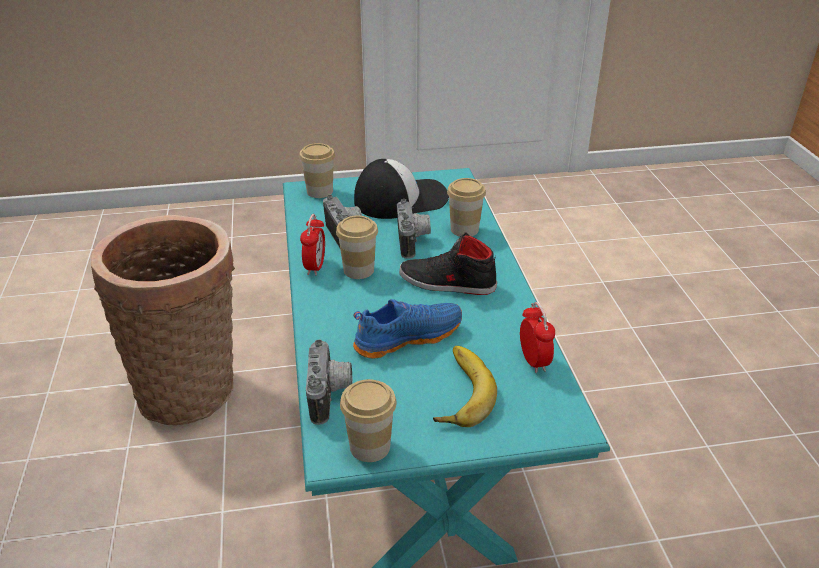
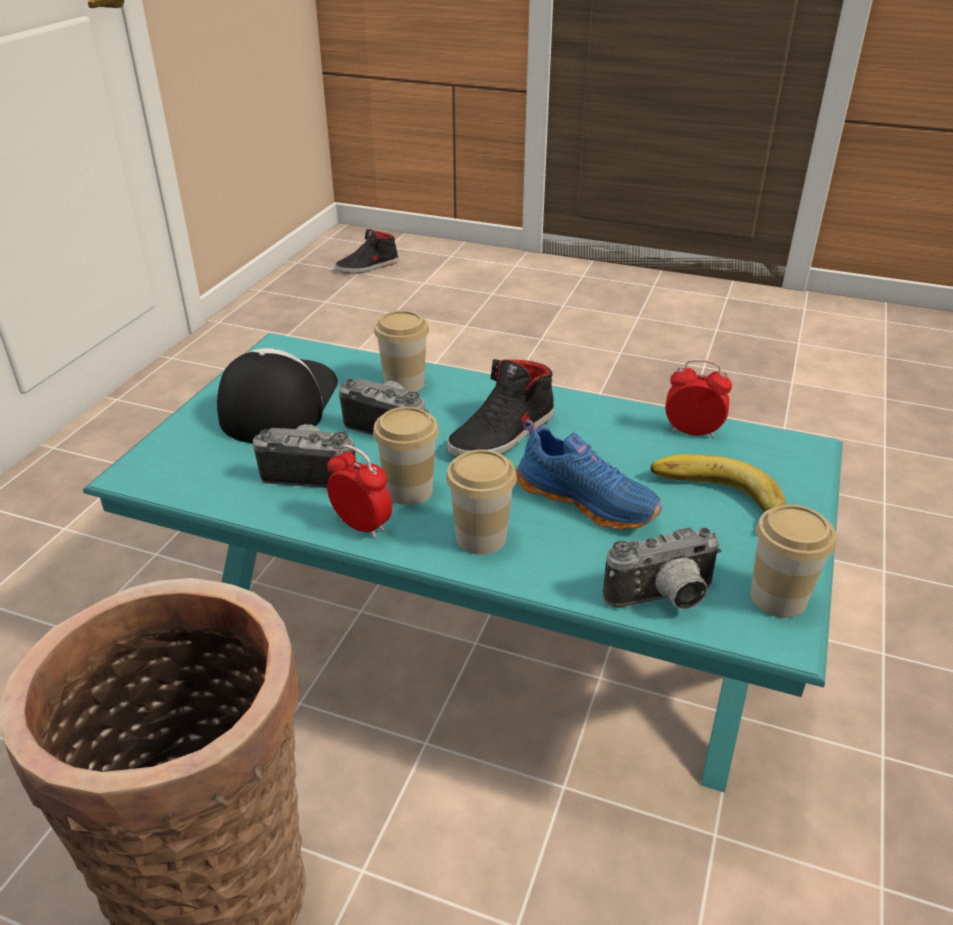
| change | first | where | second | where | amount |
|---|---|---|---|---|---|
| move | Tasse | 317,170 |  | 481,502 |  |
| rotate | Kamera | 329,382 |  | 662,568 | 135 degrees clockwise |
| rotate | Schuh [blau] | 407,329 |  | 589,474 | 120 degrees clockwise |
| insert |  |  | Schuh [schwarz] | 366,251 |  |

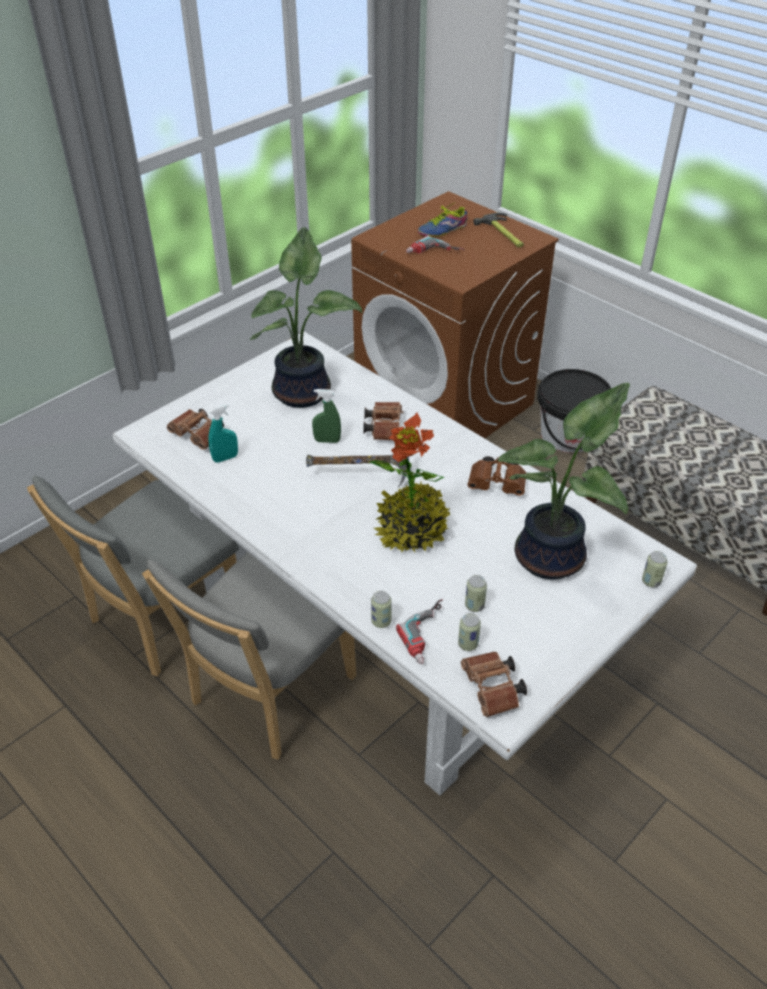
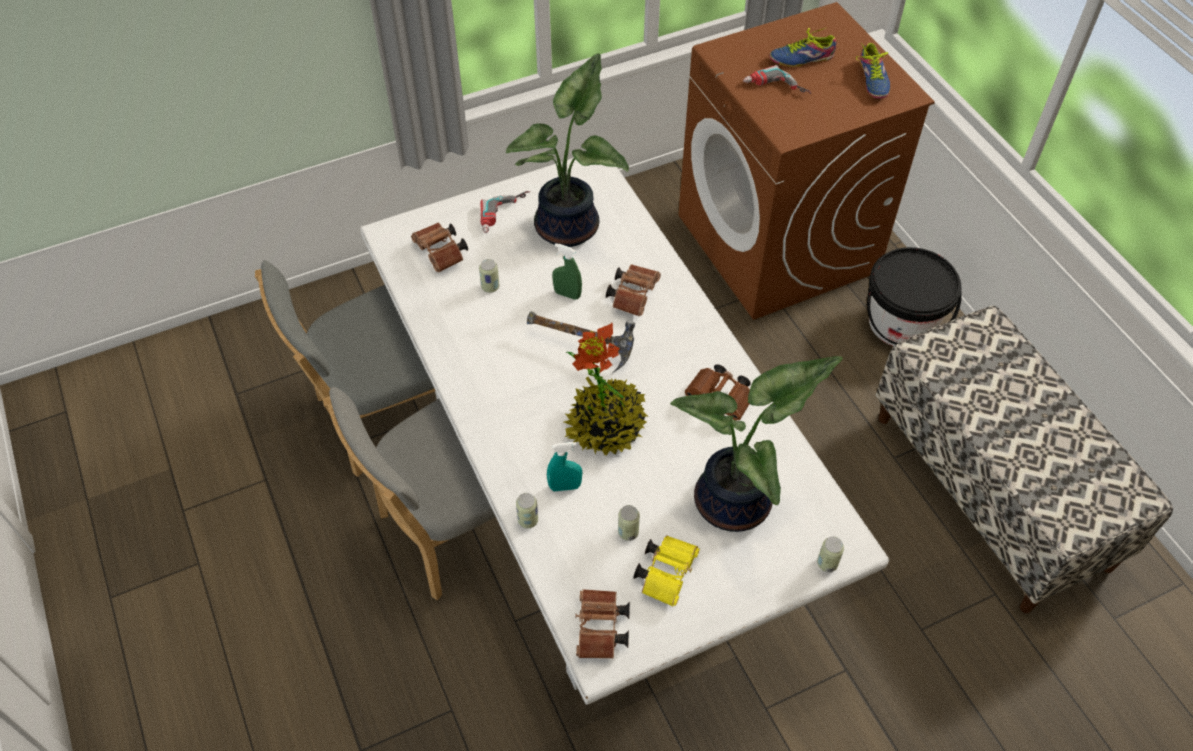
| change | first | where | second | where | amount |
|---|---|---|---|---|---|
| move | Sprühflasche [türkis] | 223,433 |  | 564,466 |  |
| move | Bohrmaschine | 419,631 |  | 505,212 |  |
| move | Dose | 469,632 |  | 489,276 |  |
| replace | Hammer | 498,230 | Schuh | 873,71 |  |
| insert |  |  | Fernglas [gelb] | 666,571 |  |

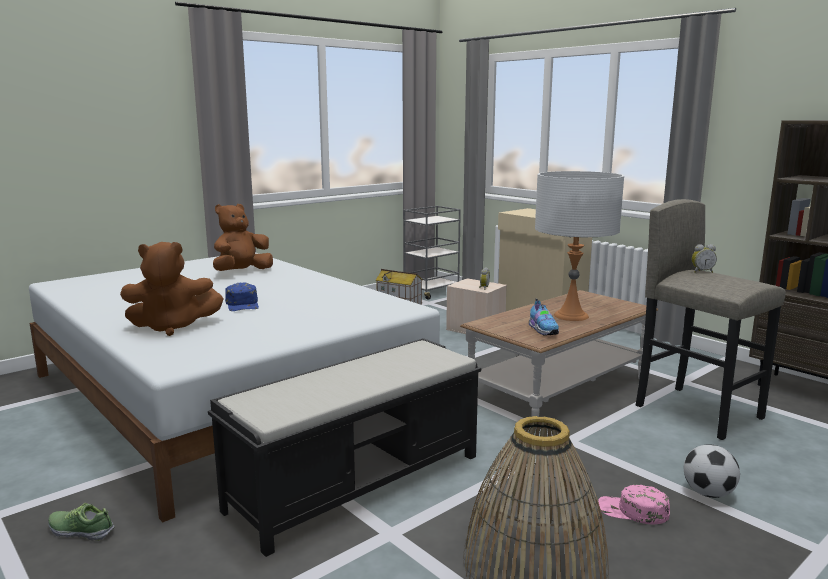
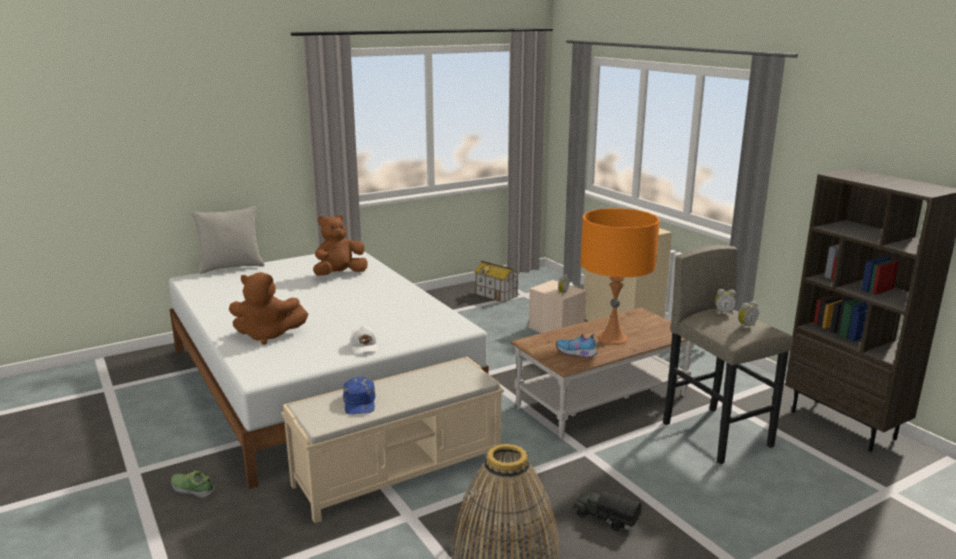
| change | first | where | second | where | amount |
|---|---|---|---|---|---|
| recolor | Bank [schwarz] | 344,447 | Bank [beige] | 392,440 |  |
| move | Kappe [blau] | 242,296 |  | 359,396 |  |
| delete | Rollwagen [grau] | 432,253 |  |  |  |
| rotate | Schuh | 544,317 |  | 577,346 | 120 degrees clockwise |
| recolor | Tischlampe [weiß] | 579,246 | Tischlampe [orange] | 620,276 |  |
| replace | Kappe [rosa] | 634,504 | Spielzeuglaster | 607,511 |  |
| delete | Fußball | 712,471 |  |  |  |
| insert |  |  | Kissen [grau] | 228,240 |  |
| insert |  |  | Kappe [weiß] | 364,340 |  |
| insert |  |  | Wecker | 748,315 |  |

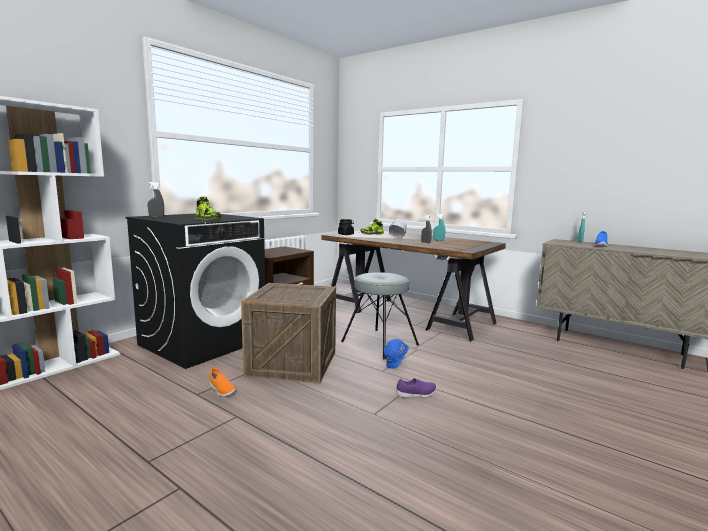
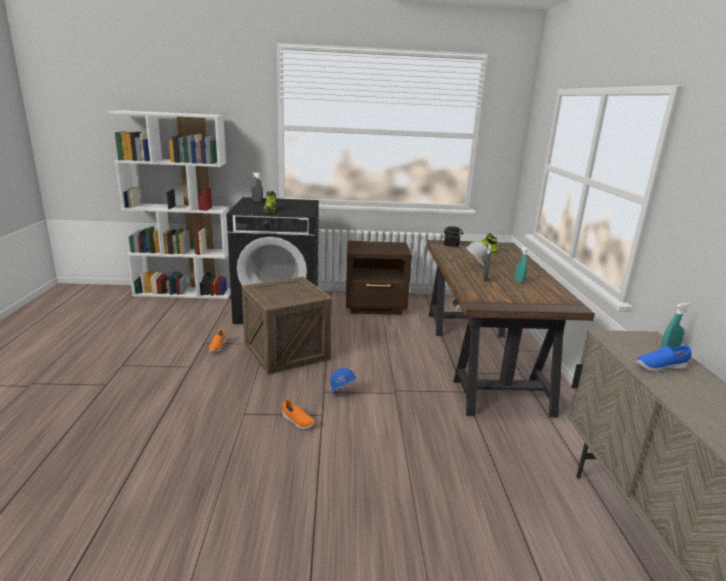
| change | first | where | second | where | amount |
|---|---|---|---|---|---|
| delete | Hocker [grau] | 380,315 |  |  |  |
| recolor | Schuh [lila] | 416,388 | Schuh [orange] | 298,414 |  |

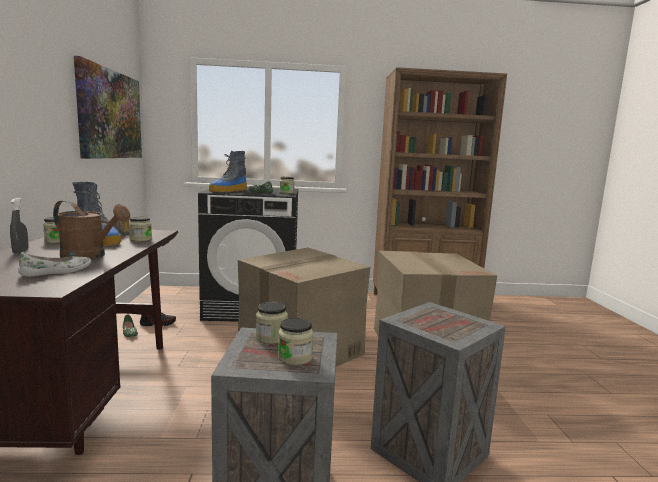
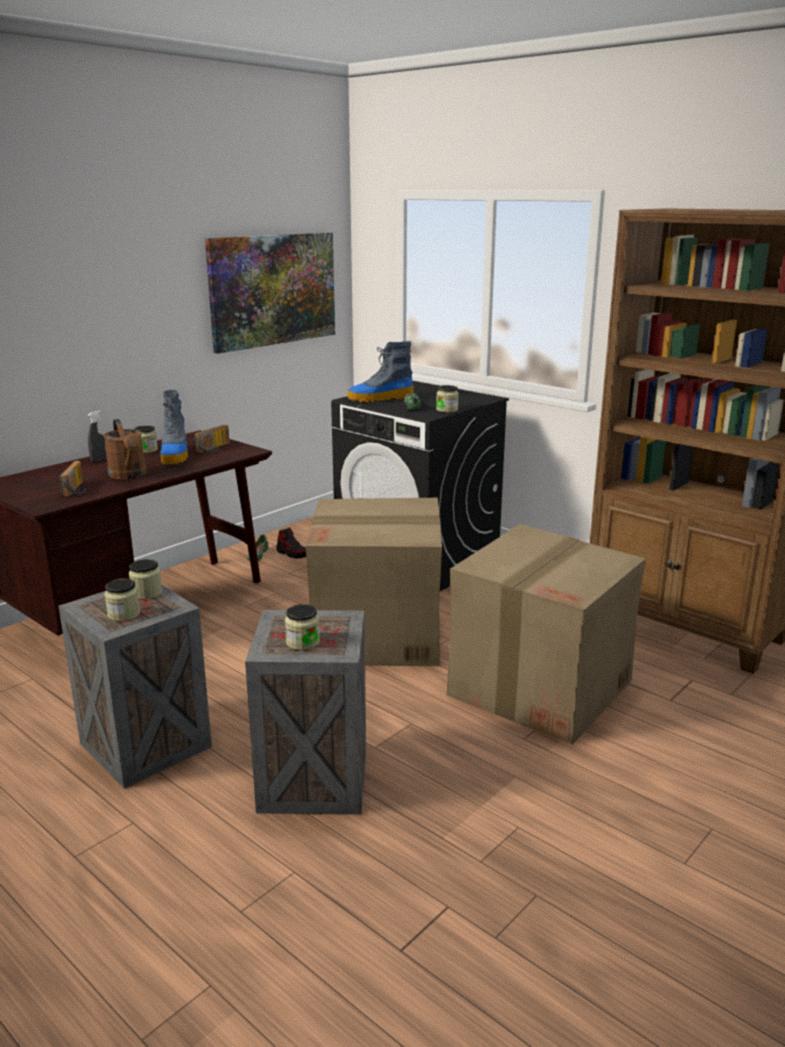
| change | first | where | second | where | amount |
|---|---|---|---|---|---|
| replace | Schuh [weiß] | 54,264 | Radio | 72,479 |  |
| move | Vorratsglas | 140,229 |  | 302,627 |  |

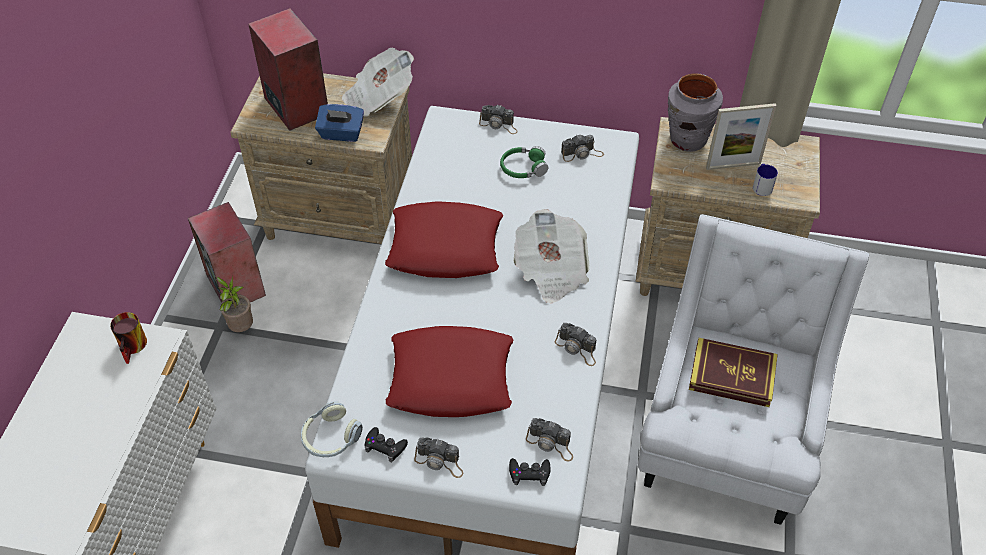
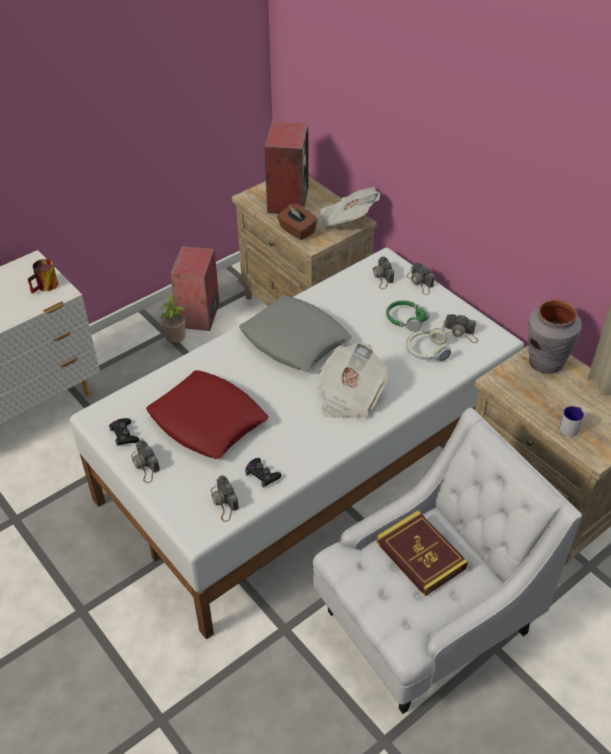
| change | first | where | second | where | amount |
|---|---|---|---|---|---|
| move | Kopfhörer | 332,429 |  | 428,344 |  |
| recolor | Taschentuchbox [blau] | 339,123 | Taschentuchbox [braun] | 297,221 |  |
| recolor | Kissen [rot] | 444,239 | Kissen [grau] | 295,333 |  |
| move | Gamepad [schwarz] | 530,472 |  | 263,473 |  |
| move | Kamera | 576,344 |  | 383,272 |  |
| delete | Bilderrahmen | 741,136 |  |  |  |

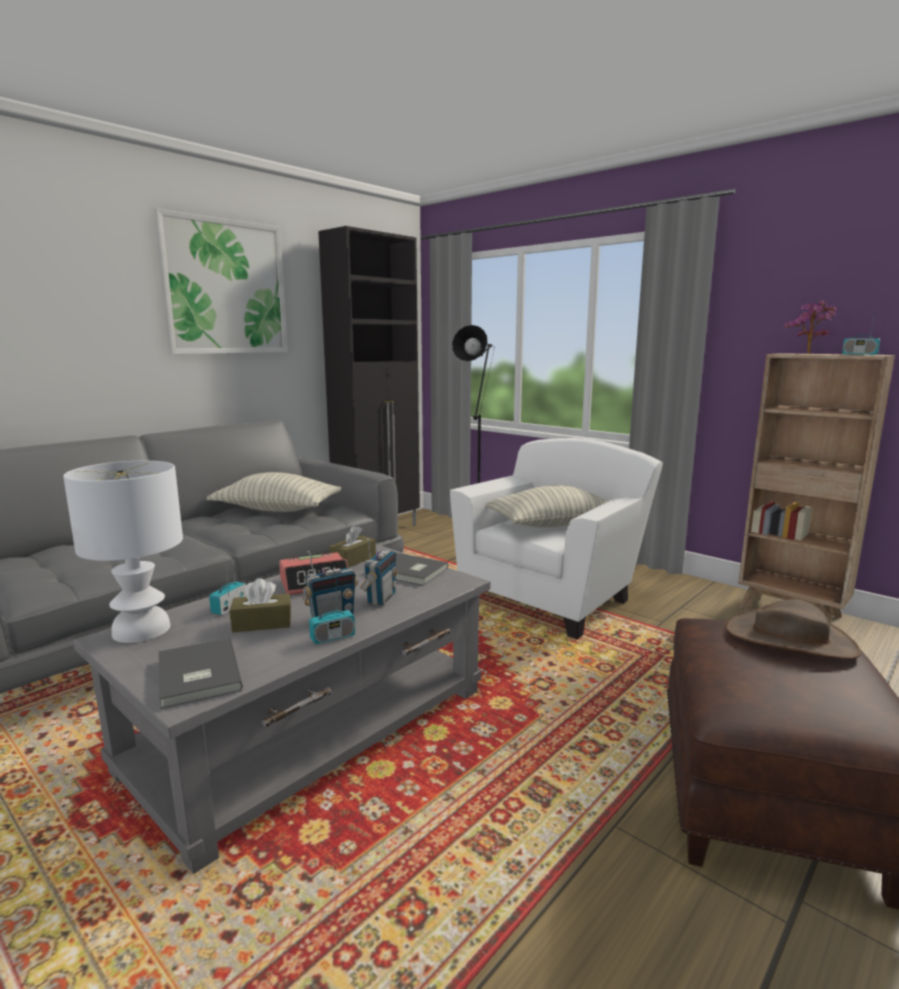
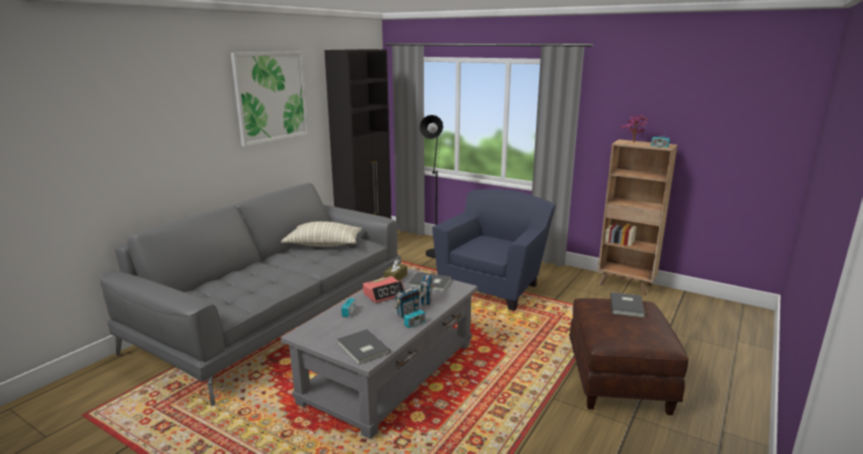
| change | first | where | second | where | amount |
|---|---|---|---|---|---|
| delete | Tischlampe [weiß] | 123,552 |  |  |  |
| delete | Taschentuchbox [braun] | 260,605 |  |  |  |
| recolor | Sessel [weiß] | 556,538 | Sessel [blau] | 494,250 |  |
| delete | Kissen | 546,506 |  |  |  |
| replace | Hut [braun] | 793,629 | Buch [grau] | 627,305 |  |

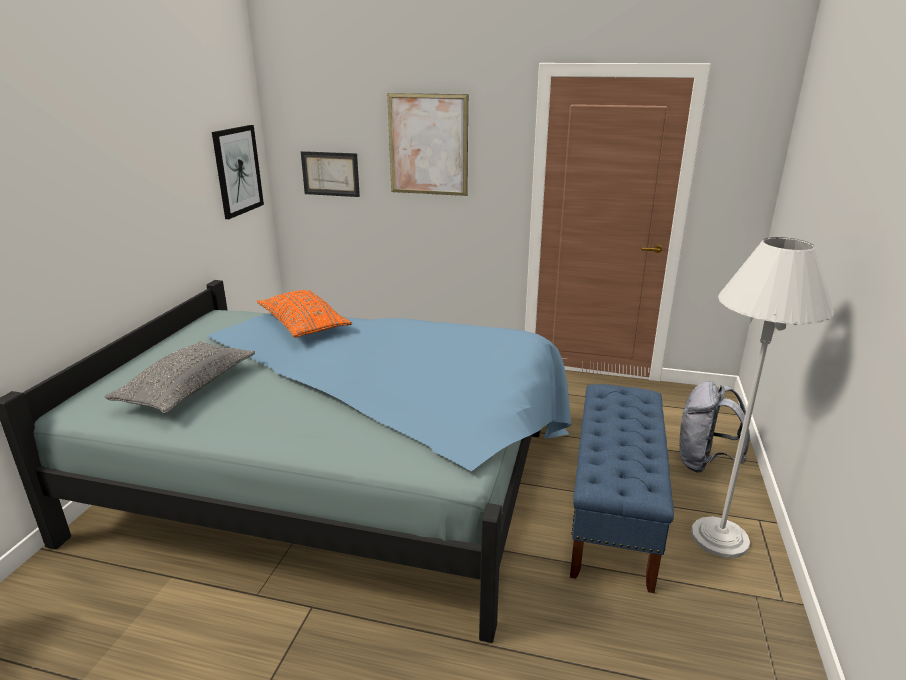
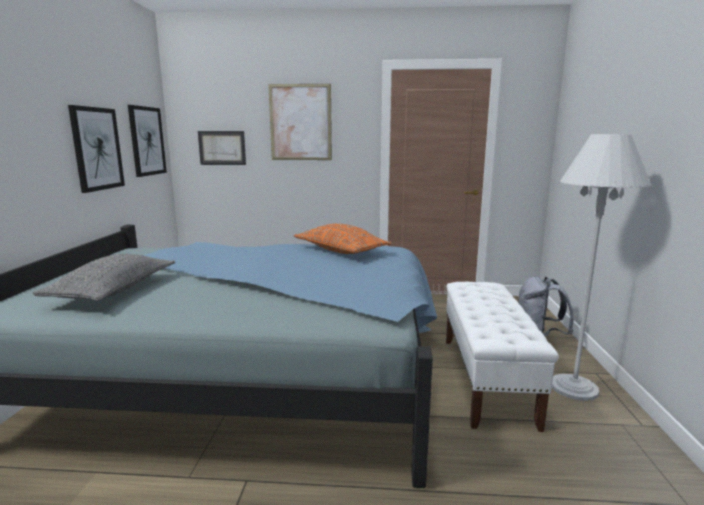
| change | first | where | second | where | amount |
|---|---|---|---|---|---|
| move | Kissen [orange] | 304,314 |  | 343,239 |  |
| recolor | Bank [blau] | 622,488 | Bank [weiß] | 502,357 |  |
| insert |  |  | Bild | 96,149 |  |

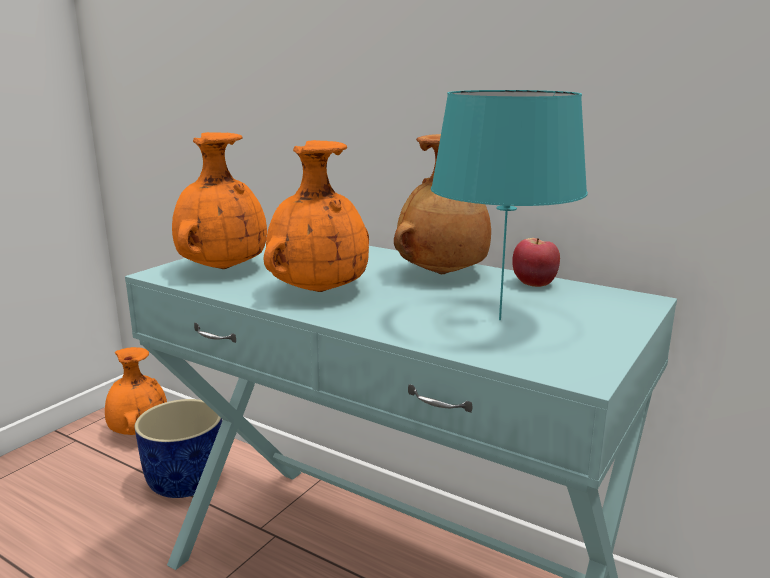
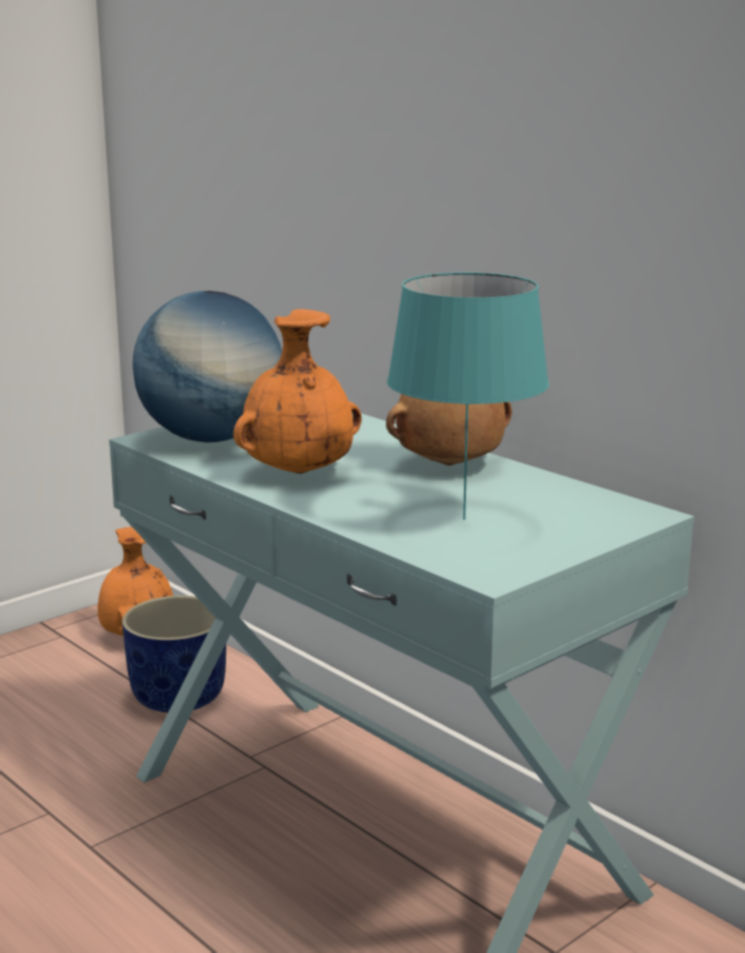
| change | first | where | second | where | amount |
|---|---|---|---|---|---|
| replace | Vase [orange] | 219,200 | Globus | 207,367 |  |
| delete | Apfel | 536,262 |  |  |  |

